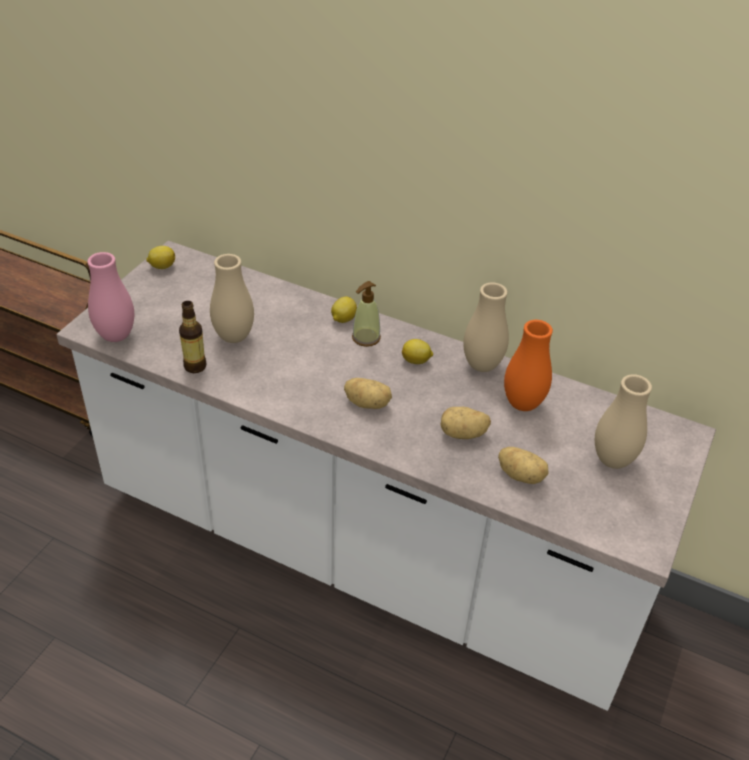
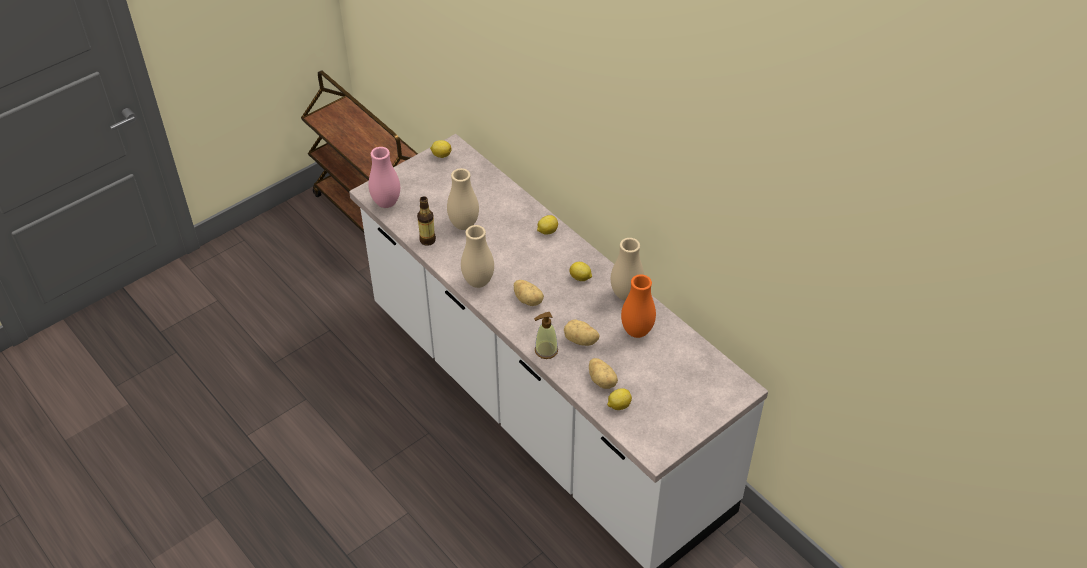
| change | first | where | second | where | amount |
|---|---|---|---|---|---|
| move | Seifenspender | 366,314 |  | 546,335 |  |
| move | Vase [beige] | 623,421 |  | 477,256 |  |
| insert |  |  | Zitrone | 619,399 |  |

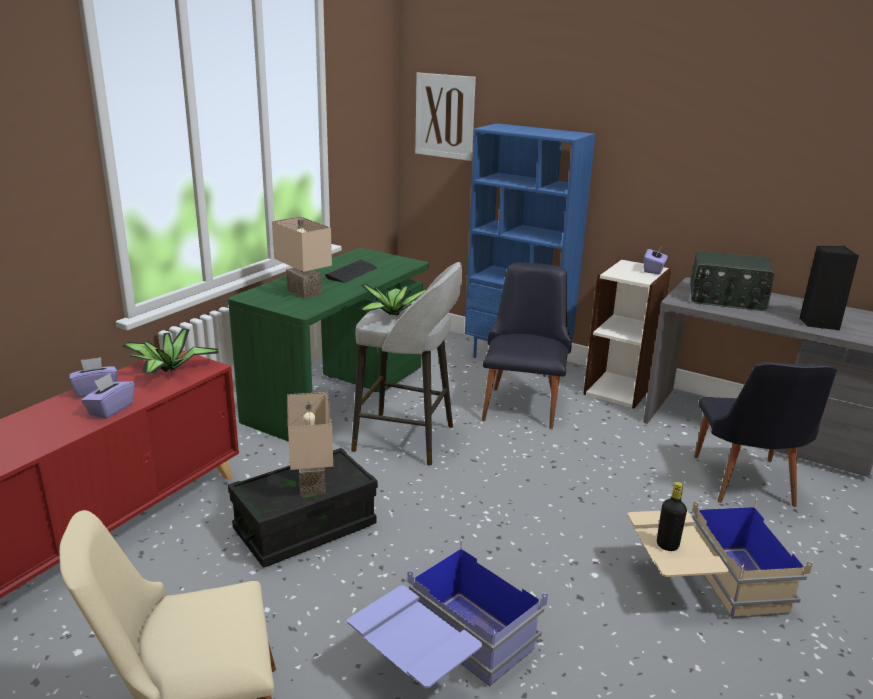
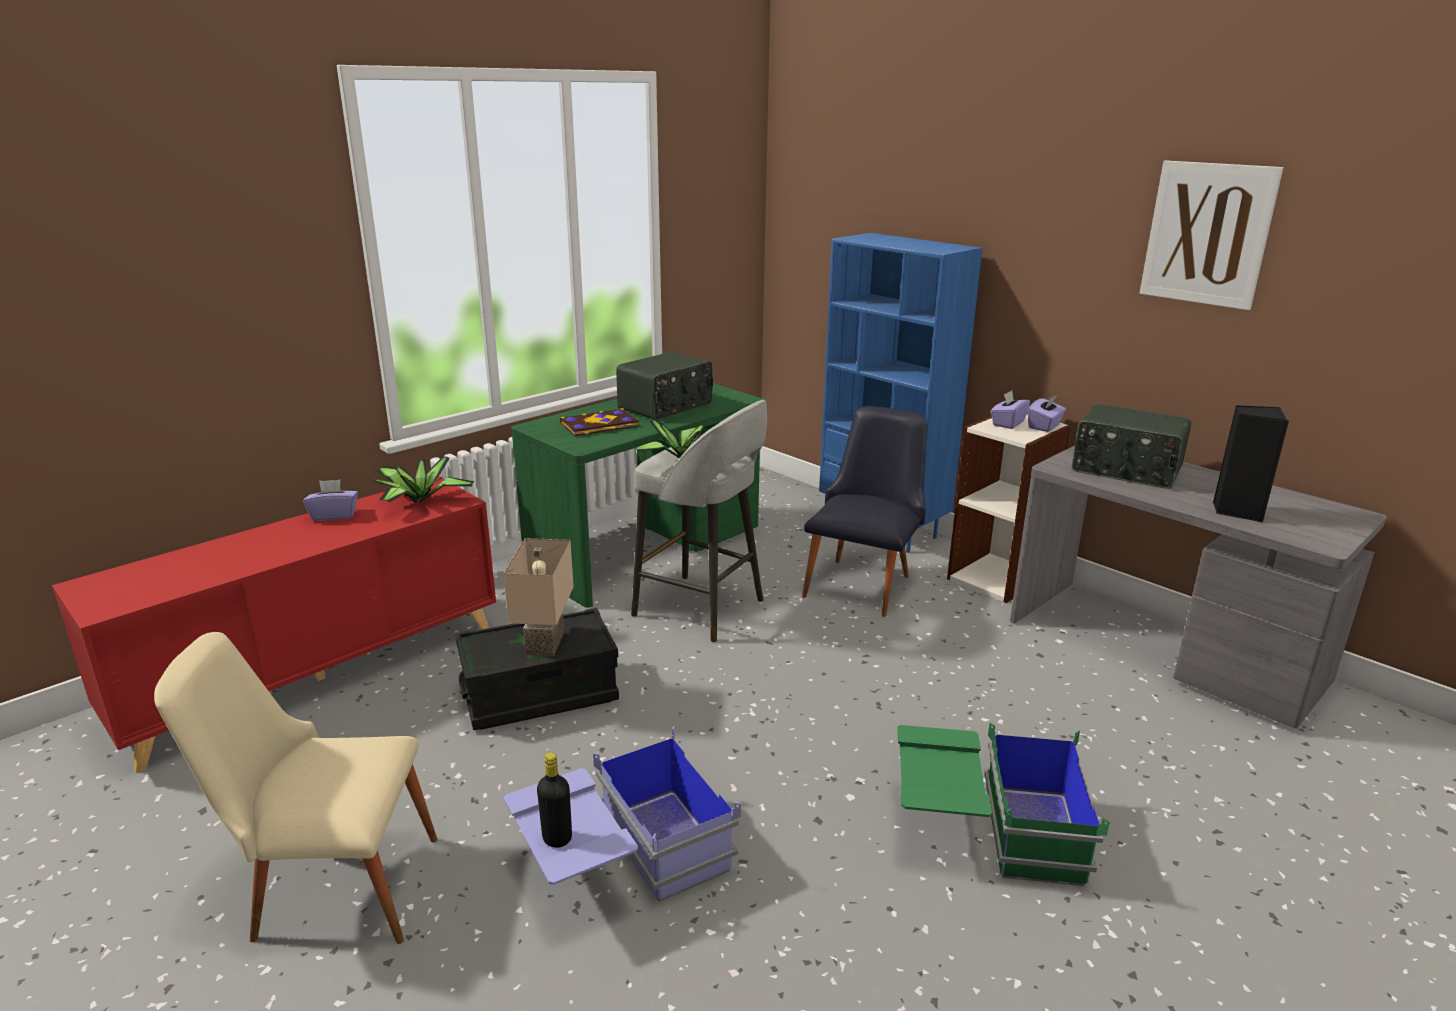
| change | first | where | second | where | amount |
|---|---|---|---|---|---|
| move | Taschentuchbox [lila] | 108,396 |  | 1010,409 |  |
| replace | Tischlampe [beige] | 302,257 | Buch | 599,422 |  |
| replace | Tastatur | 351,271 | Radio | 664,386 |  |
| move | Bild | 445,117 |  | 1211,235 |  |
| recolor | Aufbewahrungsbox [beige] | 720,558 | Aufbewahrungsbox [grün] | 1003,804 |  |
| move | Flasche [schwarz] | 672,516 |  | 554,800 |  |
| delete | Stuhl [schwarz] | 765,434 |  |  |  |

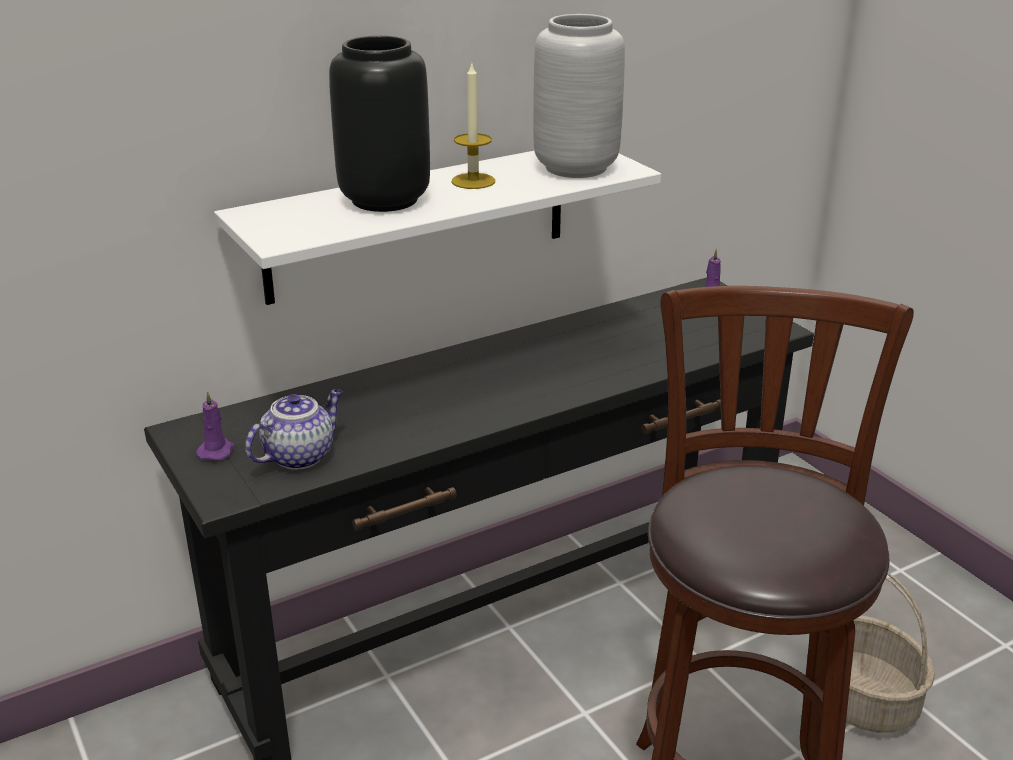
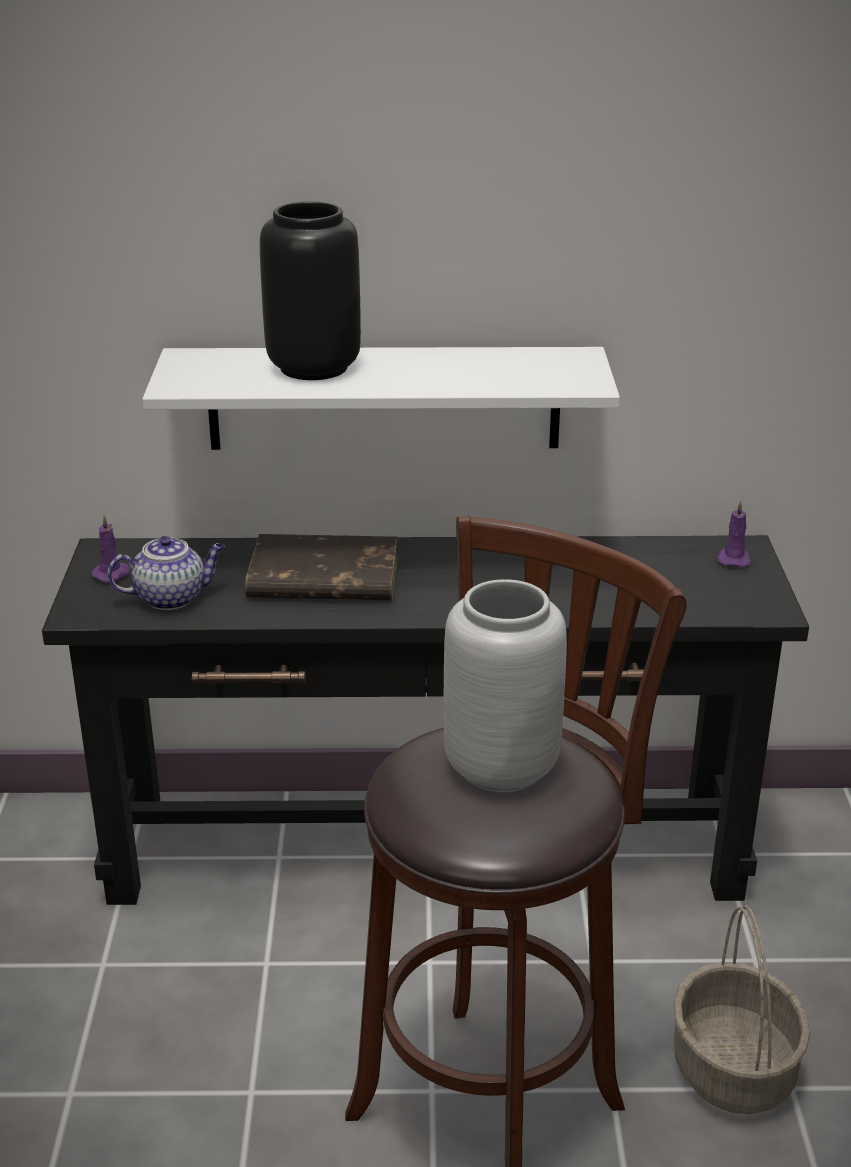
| change | first | where | second | where | amount |
|---|---|---|---|---|---|
| delete | Kerze | 473,125 |  |  |  |
| move | Vase [grau] | 579,96 |  | 505,685 |  |
| insert |  |  | Buch [braun] | 321,567 |  |

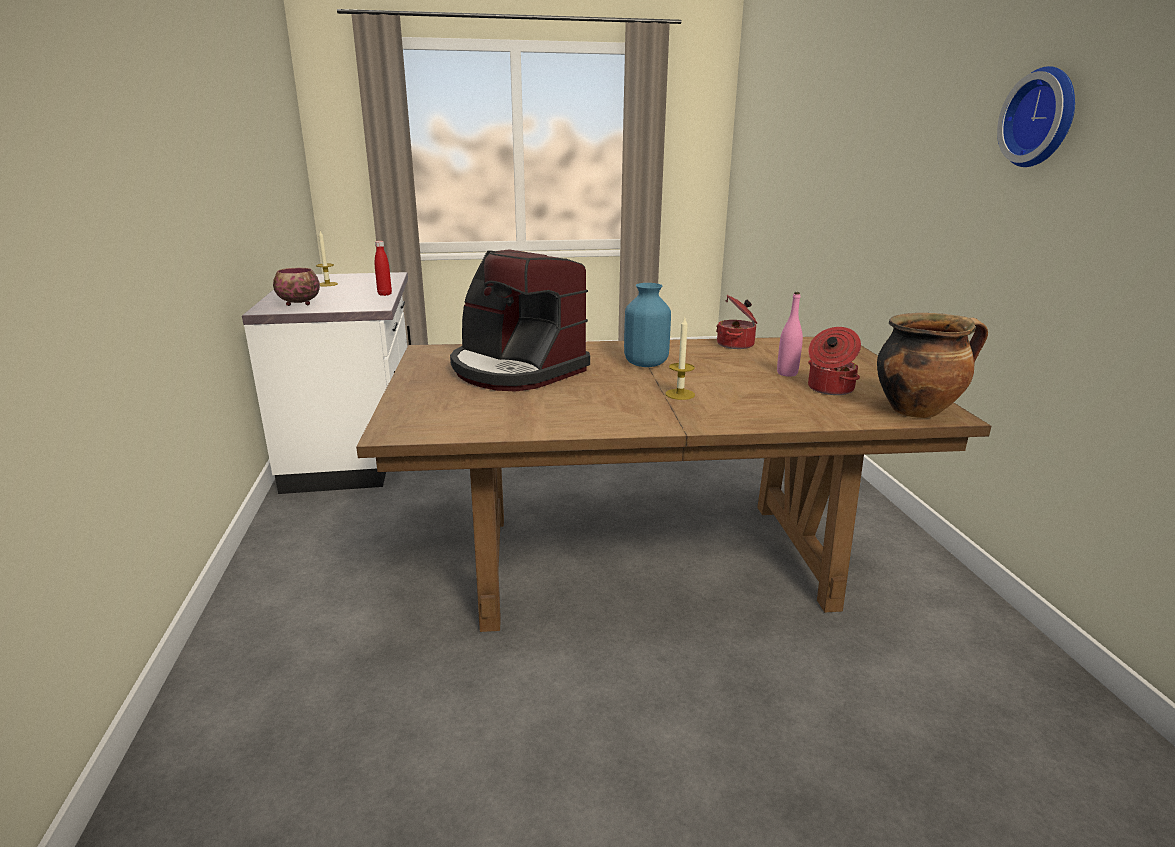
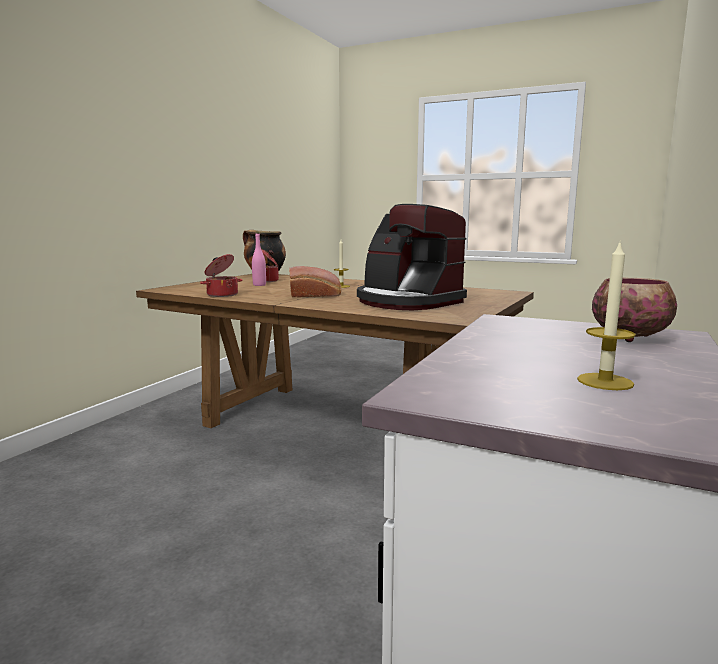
| change | first | where | second | where | amount |
|---|---|---|---|---|---|
| delete | Flasche [rot] | 383,268 |  |  |  |
| rotate | Kaffeemaschine | 520,320 |  | 412,257 | 150 degrees clockwise |
| replace | Vase [blau] | 647,325 | Brot | 315,281 |  |
| delete | Wanduhr | 1036,116 |  |  |  |

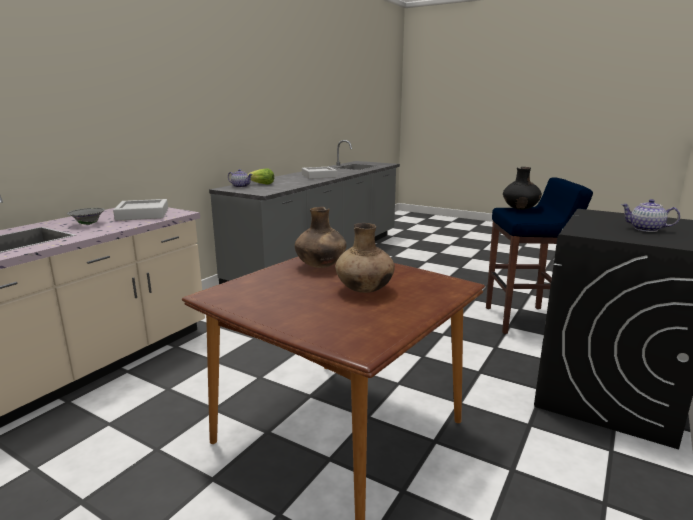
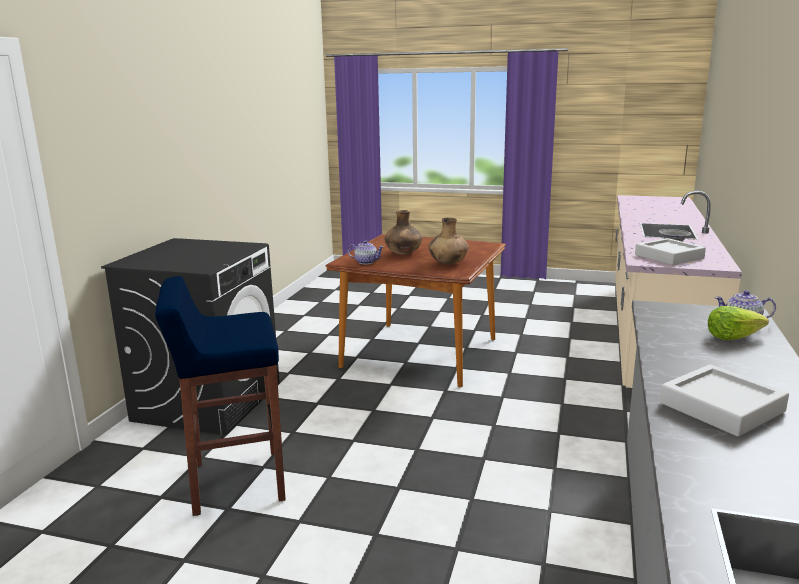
| change | first | where | second | where | amount |
|---|---|---|---|---|---|
| delete | Vase [schwarz] | 522,188 |  |  |  |
| move | Teekanne | 650,215 |  | 366,252 |  |

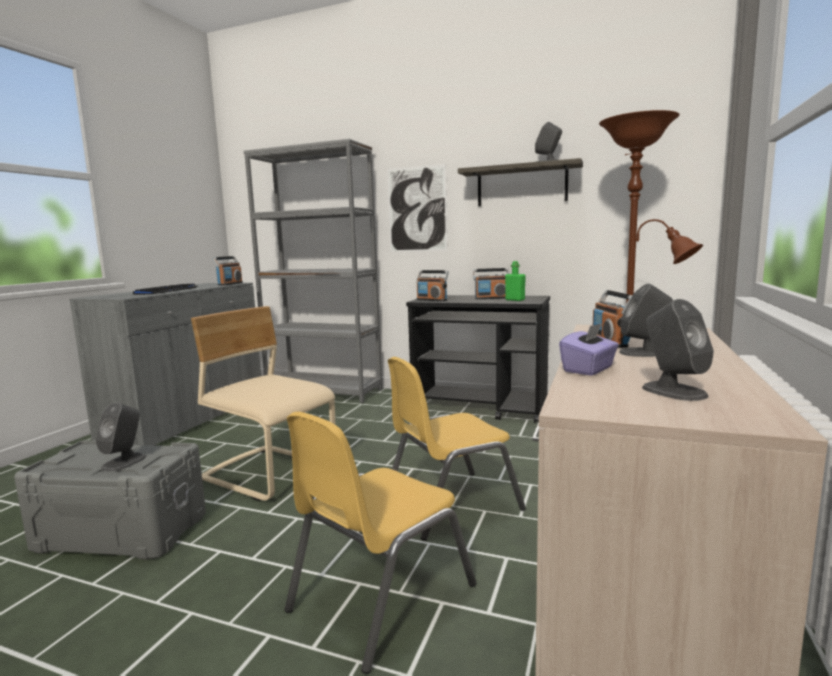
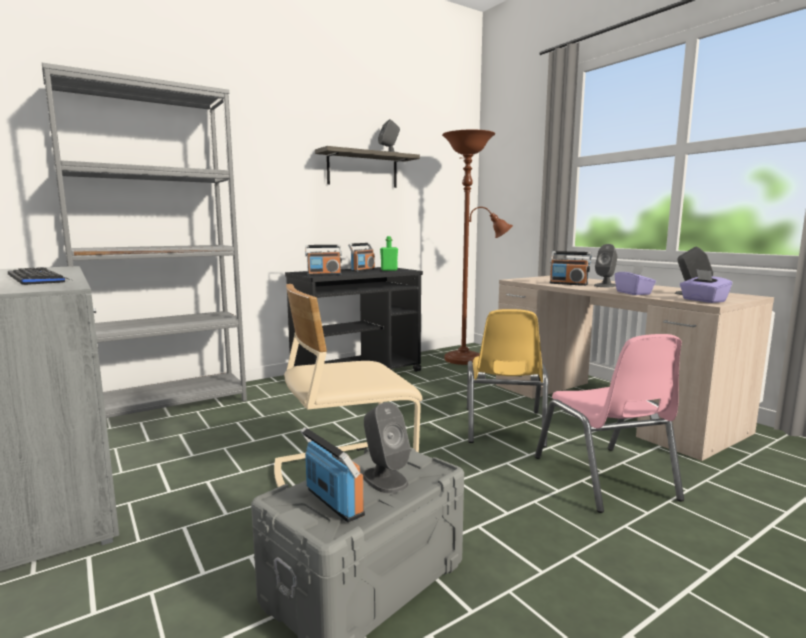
| change | first | where | second | where | amount |
|---|---|---|---|---|---|
| move | Radio | 228,271 |  | 332,474 |  |
| recolor | Stuhl [gelb] | 380,543 | Stuhl [rosa] | 609,423 |  |
| delete | Bild | 417,208 |  |  |  |
| insert |  |  | Taschentuchbox [lila] | 706,286 |  |

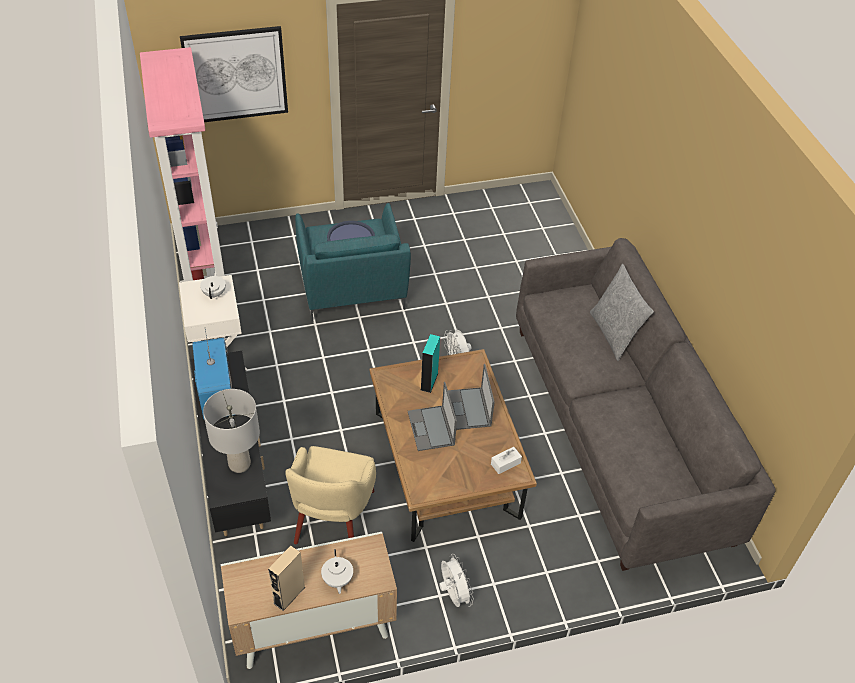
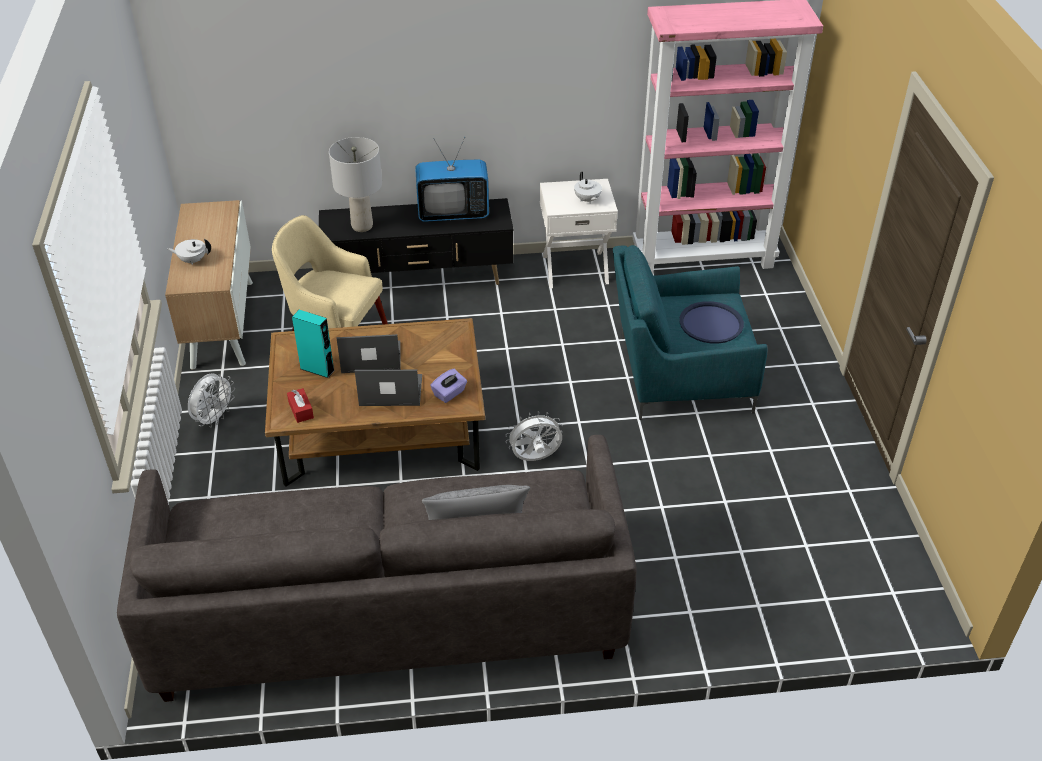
| change | first | where | second | where | amount |
|---|---|---|---|---|---|
| delete | Bild | 234,74 |  |  |  |
| rotate | Teekanne [weiß] | 213,285 |  | 588,188 | 60 degrees clockwise |
| delete | Lautsprecher [beige] | 286,578 |  |  |  |
| move | Lautsprecher [türkis] | 430,363 |  | 313,344 |  |
| rotate | Ventilator [weiß] | 456,580 |  | 211,400 | 45 degrees counterclockwise |
| recolor | Taschentuchbox [weiß] | 506,460 | Taschentuchbox [rot] | 300,405 |  |
| insert |  |  | Taschentuchbox [lila] | 448,386 |  |

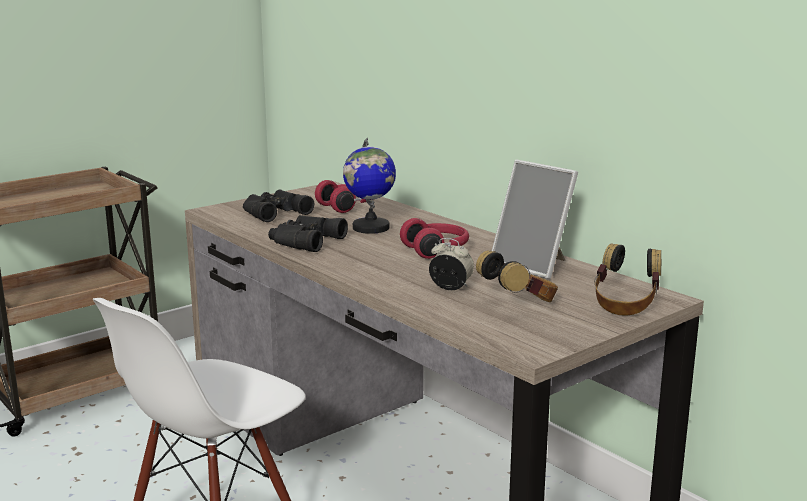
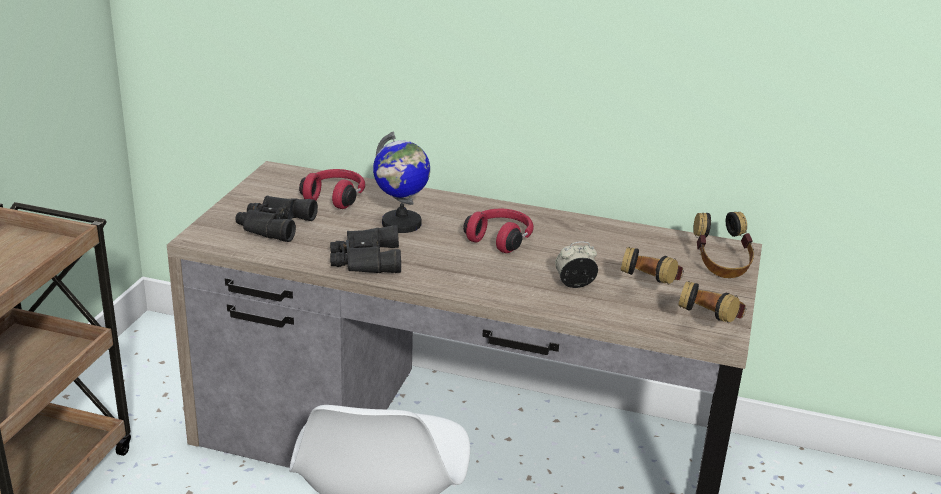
| change | first | where | second | where | amount |
|---|---|---|---|---|---|
| delete | Bilderrahmen | 535,219 |  |  |  |
| insert |  |  | Kopfhörer | 712,302 |  |

